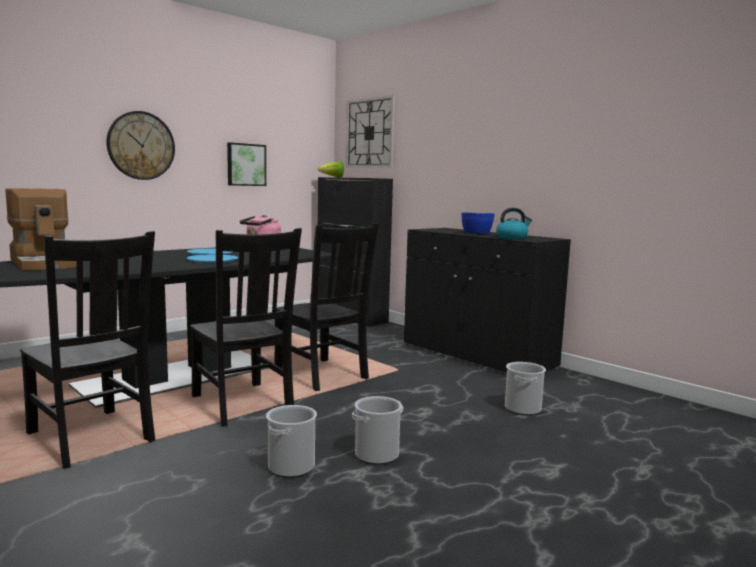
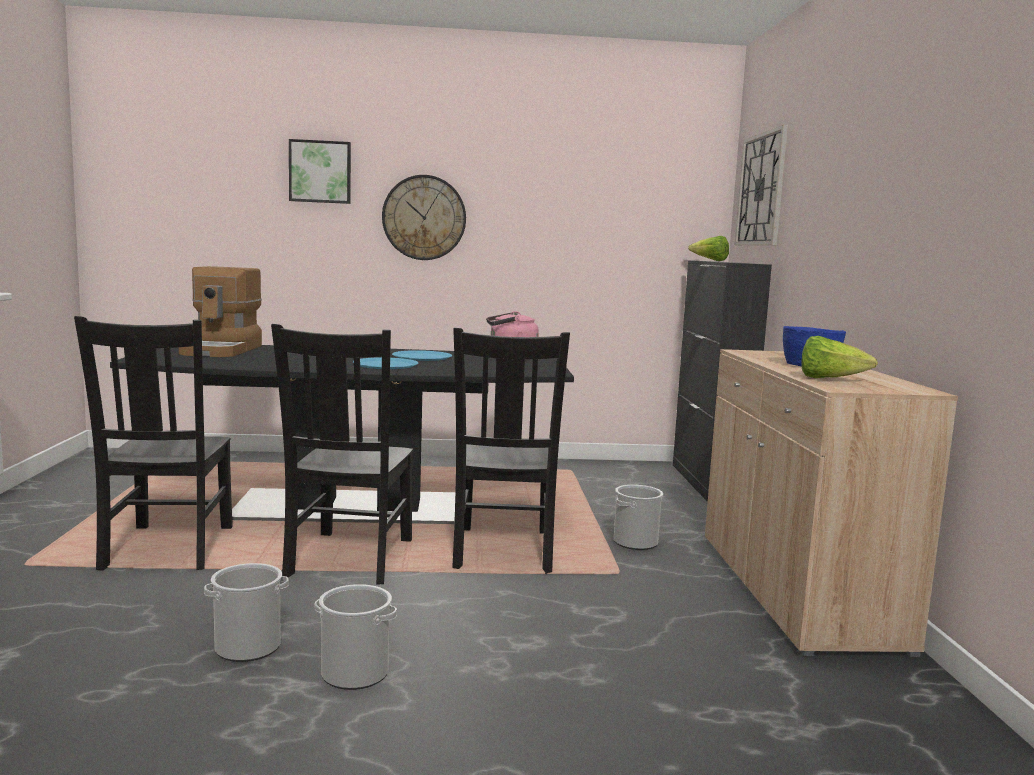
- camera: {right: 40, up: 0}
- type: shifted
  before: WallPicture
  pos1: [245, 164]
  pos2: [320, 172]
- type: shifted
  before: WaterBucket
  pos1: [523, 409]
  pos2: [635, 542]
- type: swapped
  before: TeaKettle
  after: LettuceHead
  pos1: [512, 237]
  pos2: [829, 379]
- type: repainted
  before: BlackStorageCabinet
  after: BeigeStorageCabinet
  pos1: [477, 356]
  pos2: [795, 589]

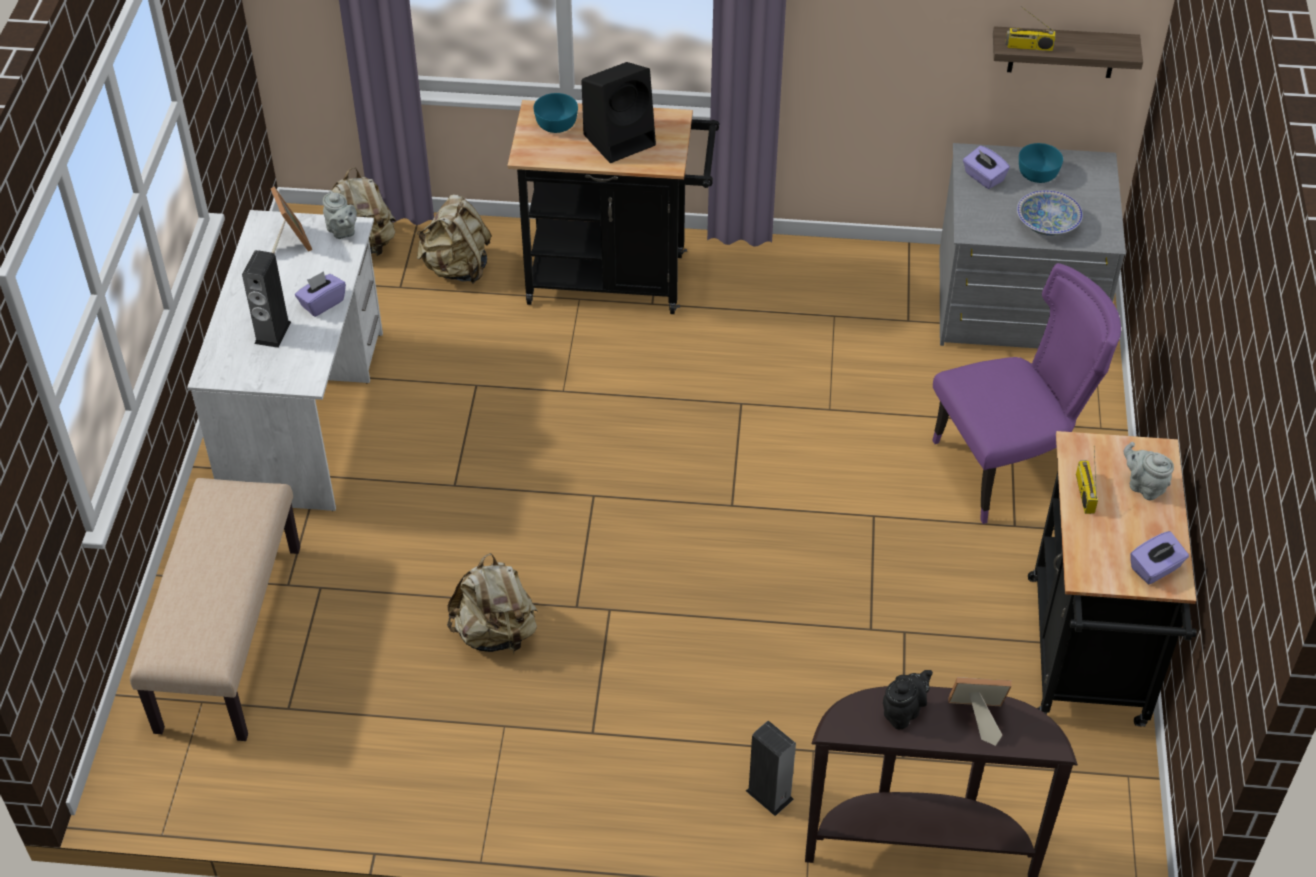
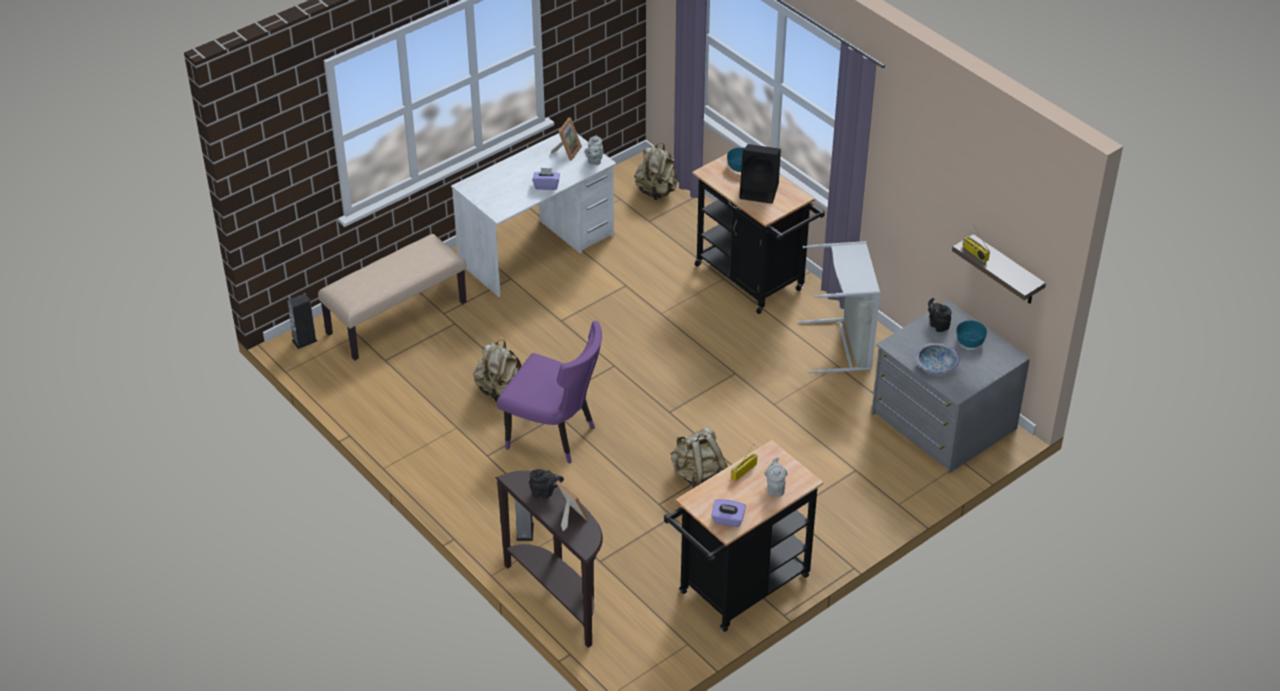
- camera: {right: 45, up: -5}
- type: new
  after: GreyishHamper
  pos2: [844, 346]
- type: shifted
  before: Loudspeaker
  pos1: [272, 332]
  pos2: [304, 340]
- type: shifted
  before: BeigeBackpack
  pos1: [457, 268]
  pos2: [697, 475]
- type: shifted
  before: PurplishPlainChair
  pos1: [1008, 467]
  pos2: [555, 436]
- type: swapped
  before: PurplishBoxOfTissues
  after: BlackTeaPot
  pos1: [983, 177]
  pos2: [938, 325]

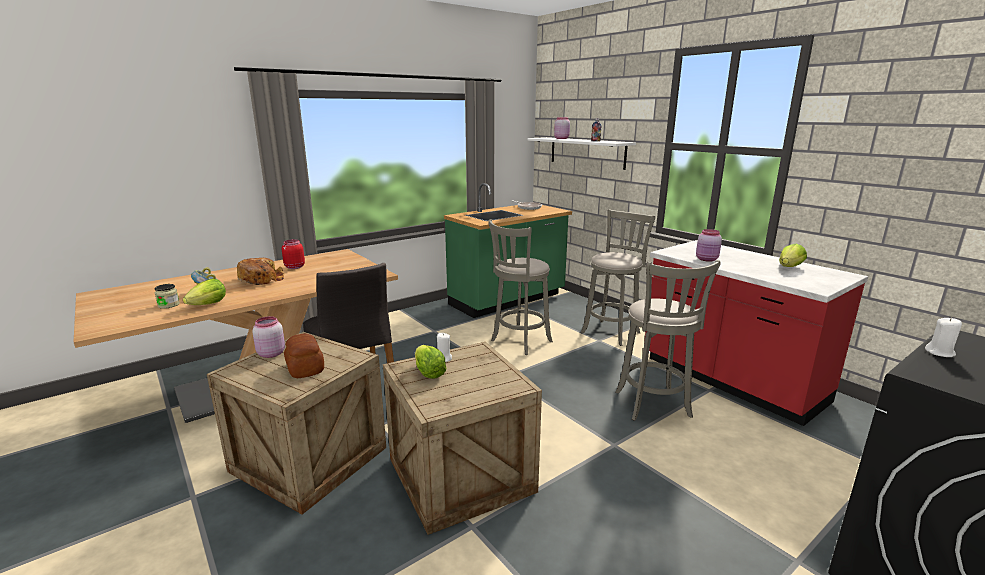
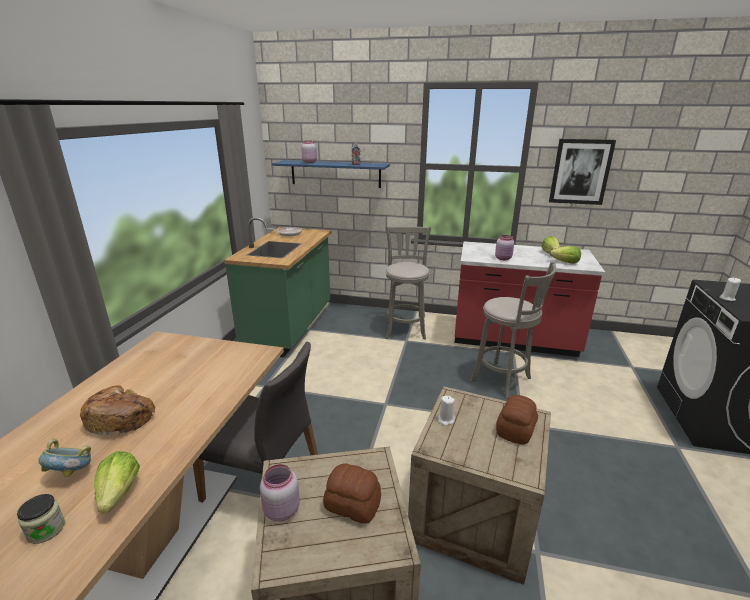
- camera: {right: -40, up: 5}
- type: gone
  before: RedColouredJar
  pos1: [294, 267]
- type: gone
  before: GreyishSittingStool
  pos1: [519, 342]
- type: new
  after: BakedBread
  pos2: [516, 429]
- type: new
  after: WallPicture
  pos2: [580, 172]
- type: shifted
  before: LettuceHead
  pos1: [429, 373]
  pos2: [565, 262]
- type: repainted
  before: WhiteWallShelf
  after: BlueWallShelf
  pos1: [587, 152]
  pos2: [335, 174]

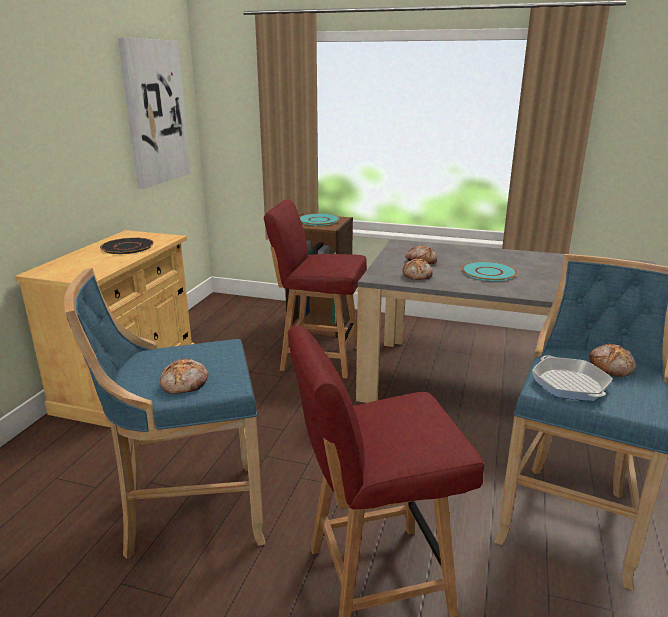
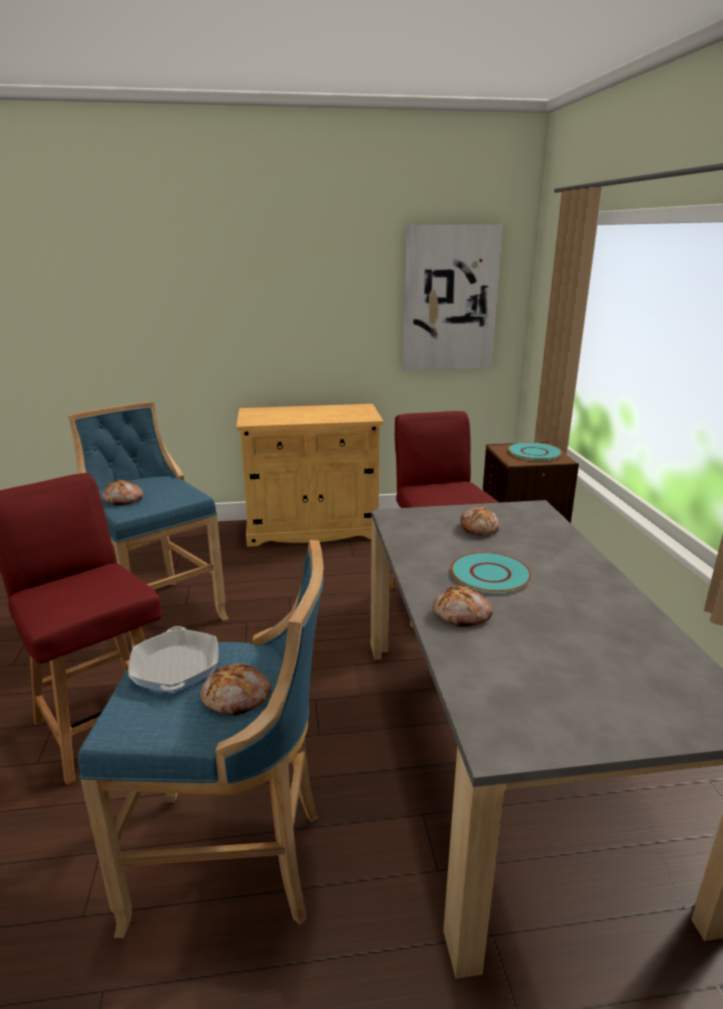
- camera: {right: 65, up: 0}
- type: gone
  before: BlackFlatDish
  pos1: [127, 247]
- type: shifted
  before: BakedBread
  pos1: [418, 275]
  pos2: [462, 615]
- type: rotated
  before: FryingPan
  pos1: [569, 384]
  pos2: [176, 667]
  turn: -60

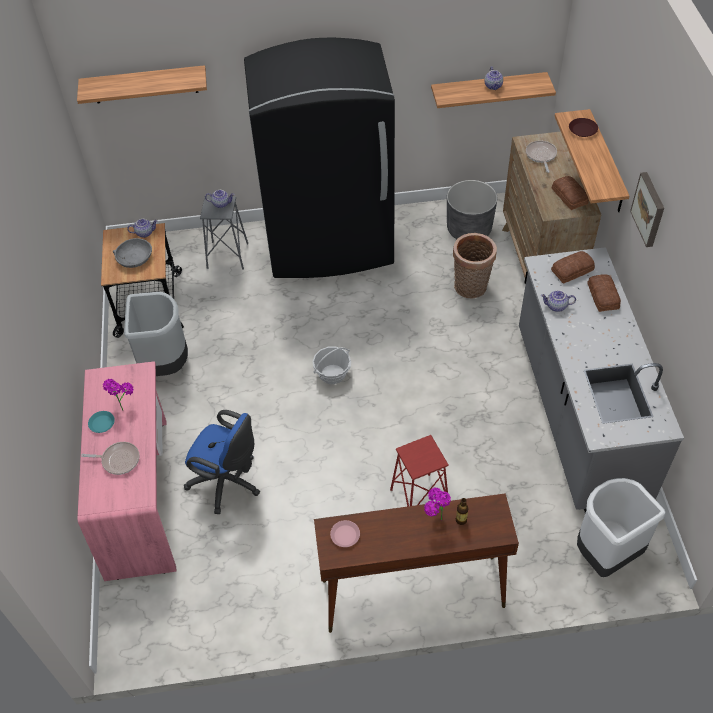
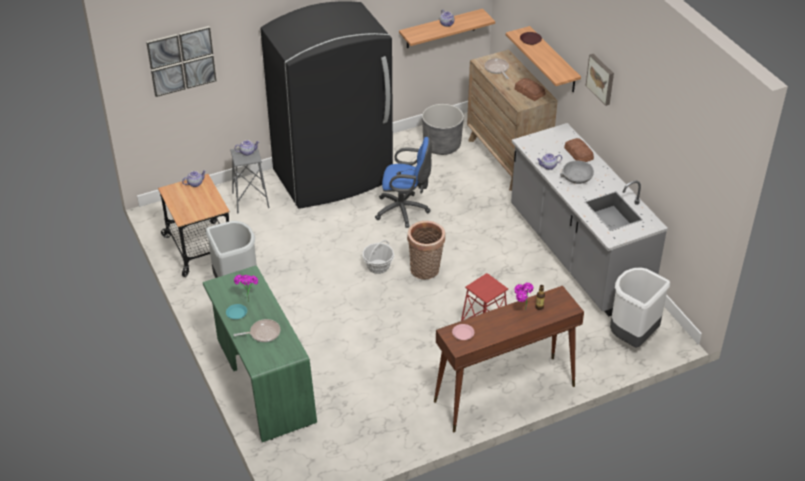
- camera: {right: -20, up: -10}
- type: gone
  before: BakedBread
  pos1: [573, 271]
- type: shifted
  before: GreyishDeepDish
  pos1: [134, 258]
  pos2: [577, 177]
- type: shifted
  before: BlueOfficeChair
  pos1: [228, 483]
  pos2: [404, 210]
- type: shifted
  before: Basket
  pos1: [471, 288]
  pos2: [425, 271]
- type: swapped
  before: WallShelf
  after: WallPicture
  pos1: [145, 84]
  pos2: [181, 61]
- type: repainted
  before: PinkDesk
  after: GreenDesk
  pos1: [141, 496]
  pos2: [262, 381]

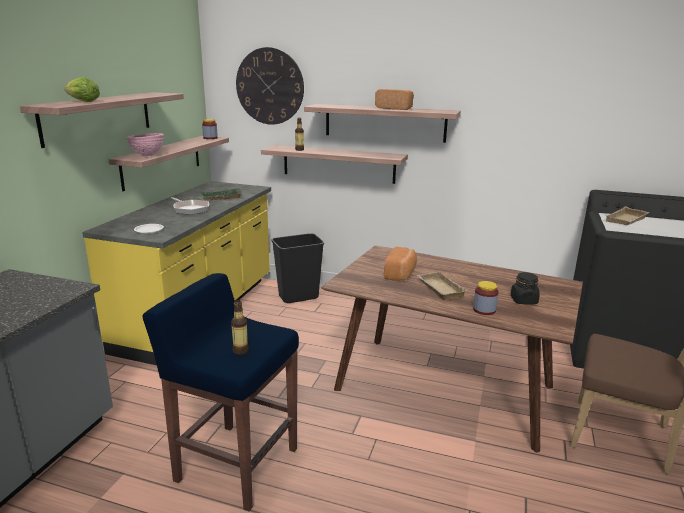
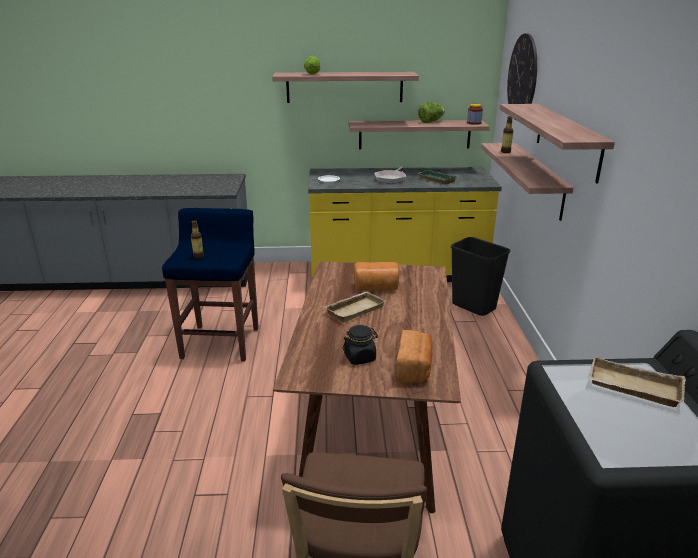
- camera: {right: 70, up: 5}
- type: gone
  before: PinkDeepDish
  pos1: [147, 155]
- type: gone
  before: Jar
  pos1: [484, 310]
- type: new
  after: LettuceHead
  pos2: [430, 122]
- type: shifted
  before: BakedBread
  pos1: [395, 108]
  pos2: [414, 369]

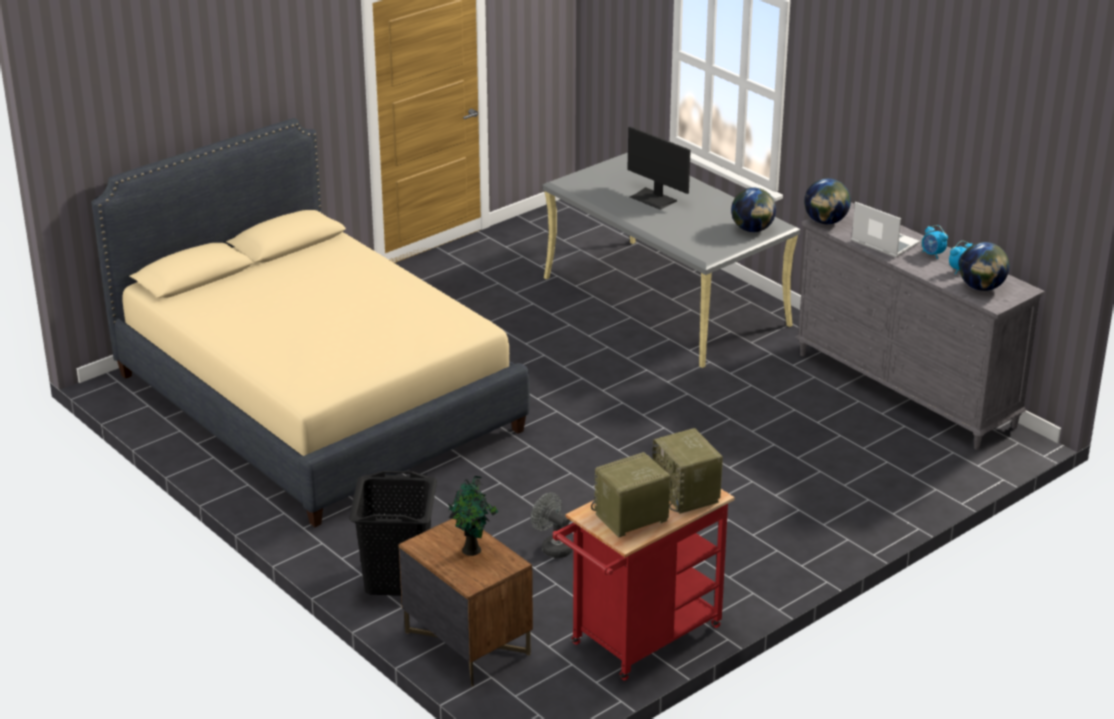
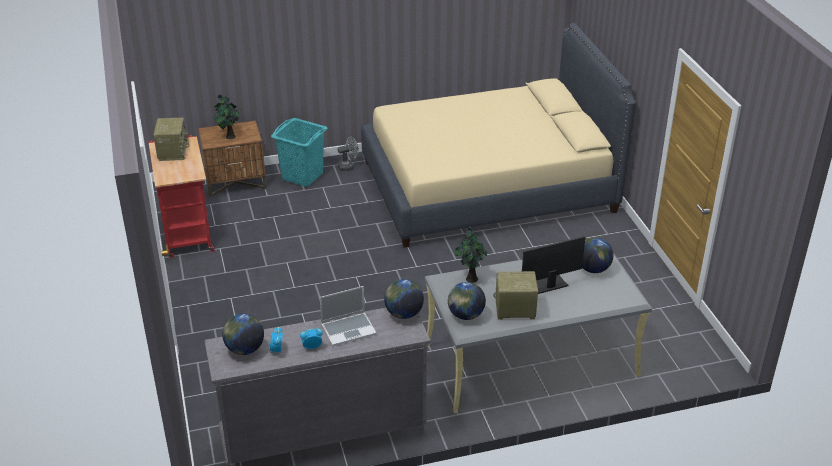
- camera: {right: 115, up: 5}
- type: new
  after: PottedPlant
  pos2: [470, 278]
- type: new
  after: WorldGlobe
  pos2: [593, 269]
- type: shifted
  before: GreyishElectricFan
  pos1: [553, 547]
  pos2: [348, 166]
- type: shifted
  before: RadioSet
  pos1: [687, 494]
  pos2: [514, 310]
- type: repainted
  before: BlackHamper
  after: TurquoiseHamper
  pos1: [396, 578]
  pos2: [302, 176]

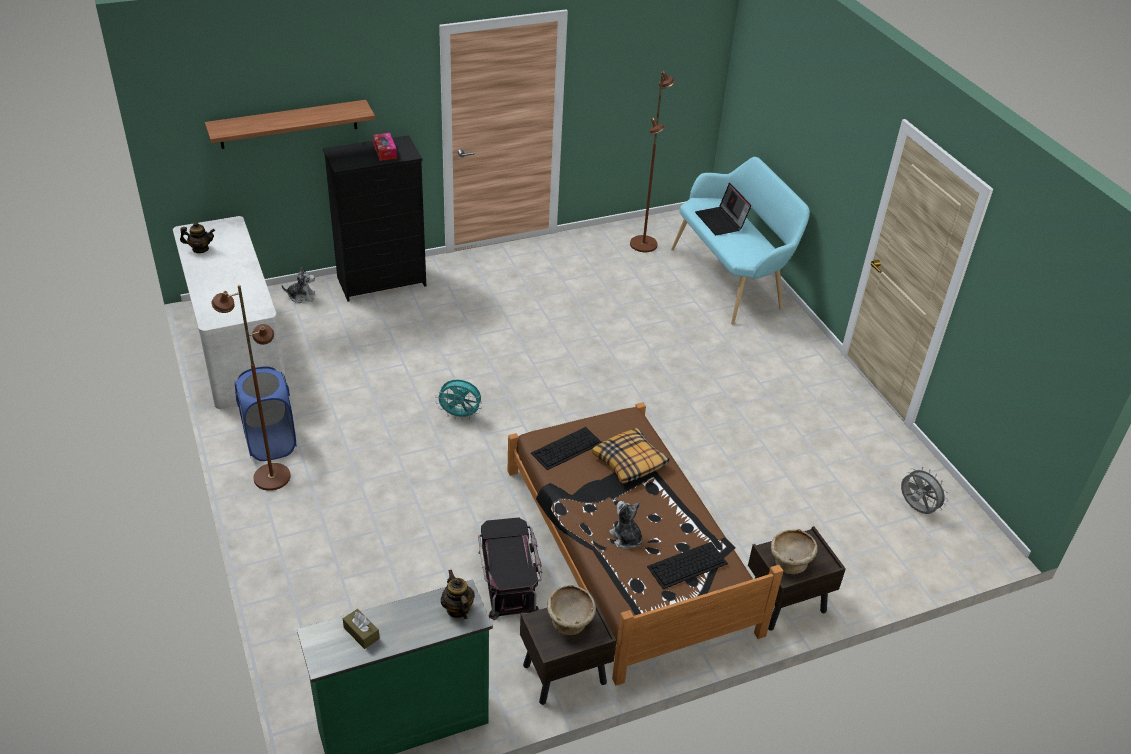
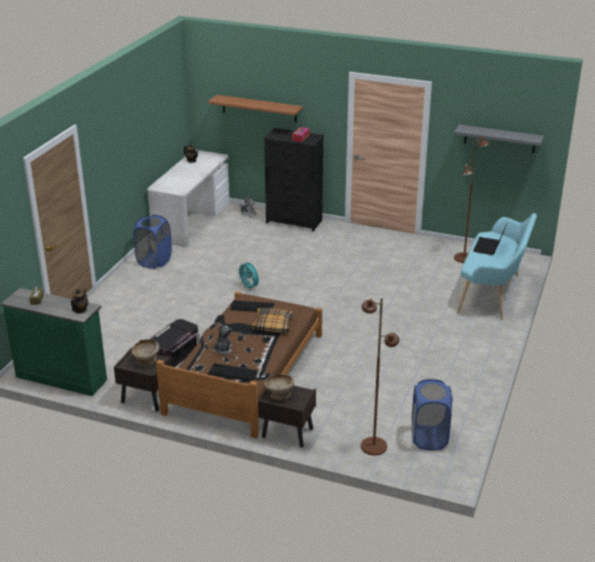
- camera: {right: 45, up: -10}
- type: new
  after: GreyishWallShelf
  pos2: [499, 138]
- type: shifted
  before: BrownStandingLamp
  pos1: [271, 477]
  pos2: [373, 446]
- type: swapped
  before: GreyishElectricFan
  after: BlueHamper
  pos1: [916, 509]
  pos2: [429, 438]

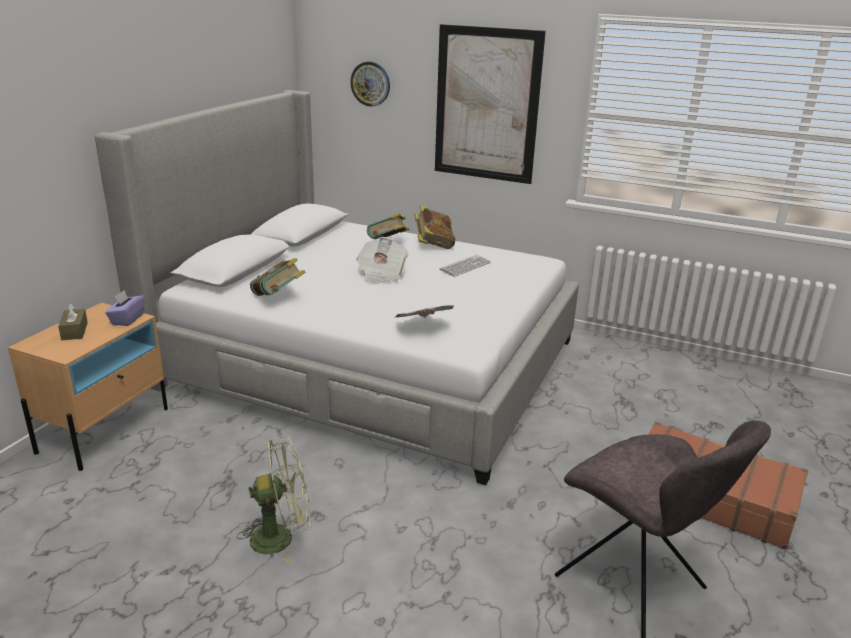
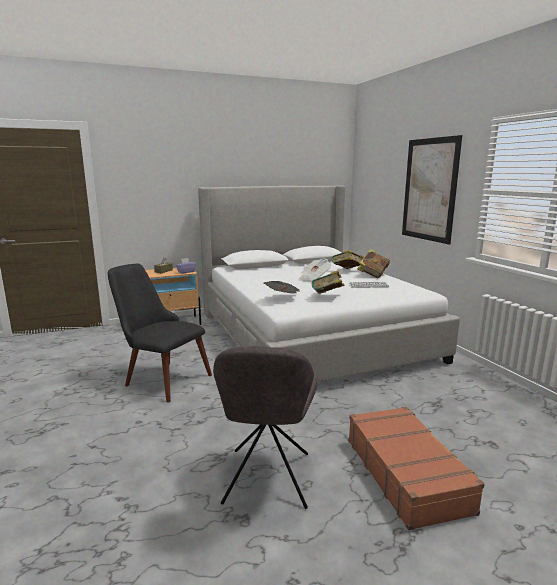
- camera: {right: 45, up: -10}
- type: gone
  before: WallClock
  pos1: [370, 84]
- type: shifted
  before: Volume
  pos1: [278, 298]
  pos2: [328, 296]
- type: swapped
  before: GreenElectricFan
  after: BlackPlainChair
  pos1: [281, 537]
  pos2: [160, 378]

